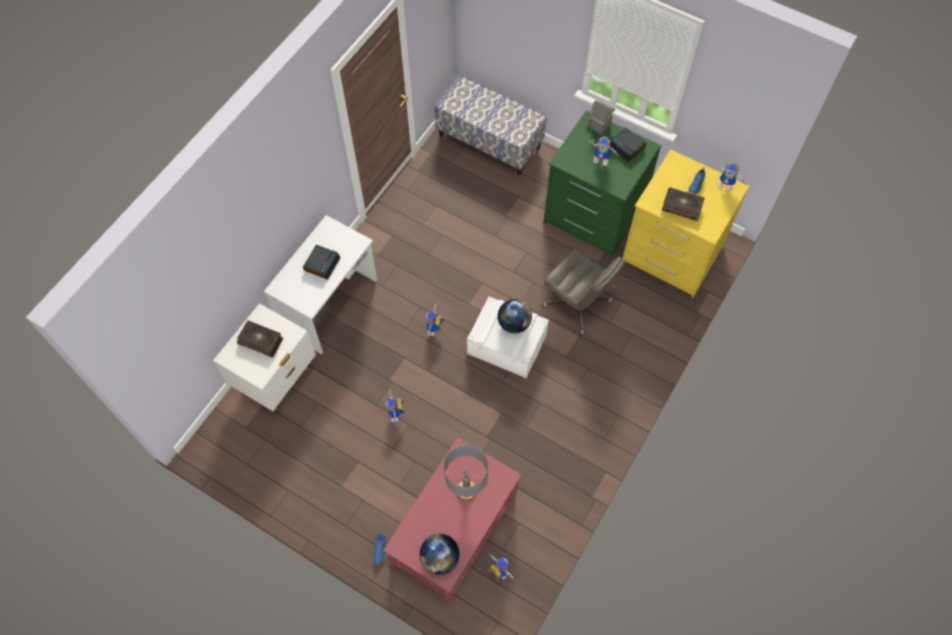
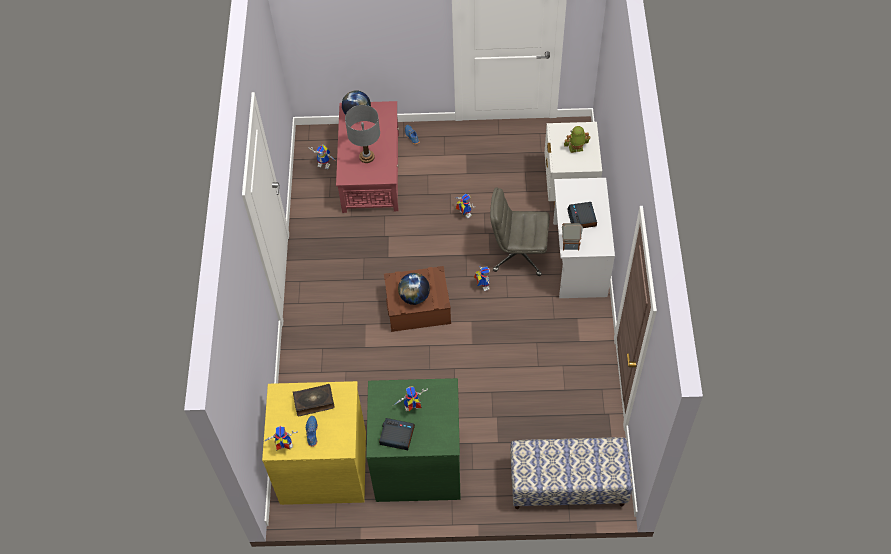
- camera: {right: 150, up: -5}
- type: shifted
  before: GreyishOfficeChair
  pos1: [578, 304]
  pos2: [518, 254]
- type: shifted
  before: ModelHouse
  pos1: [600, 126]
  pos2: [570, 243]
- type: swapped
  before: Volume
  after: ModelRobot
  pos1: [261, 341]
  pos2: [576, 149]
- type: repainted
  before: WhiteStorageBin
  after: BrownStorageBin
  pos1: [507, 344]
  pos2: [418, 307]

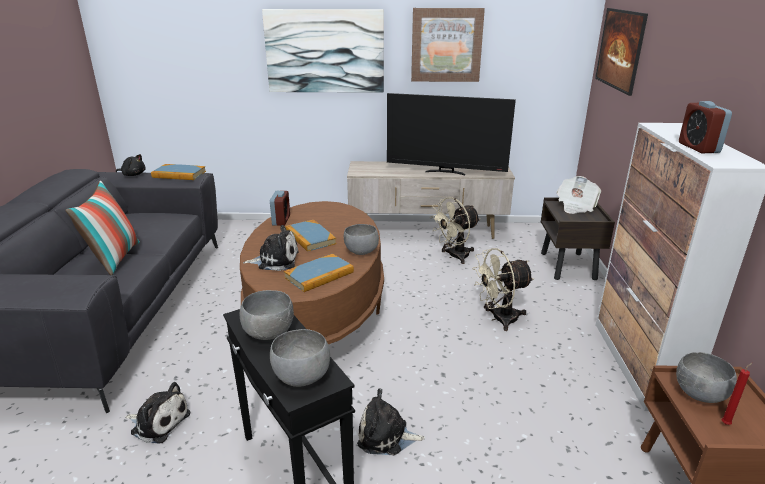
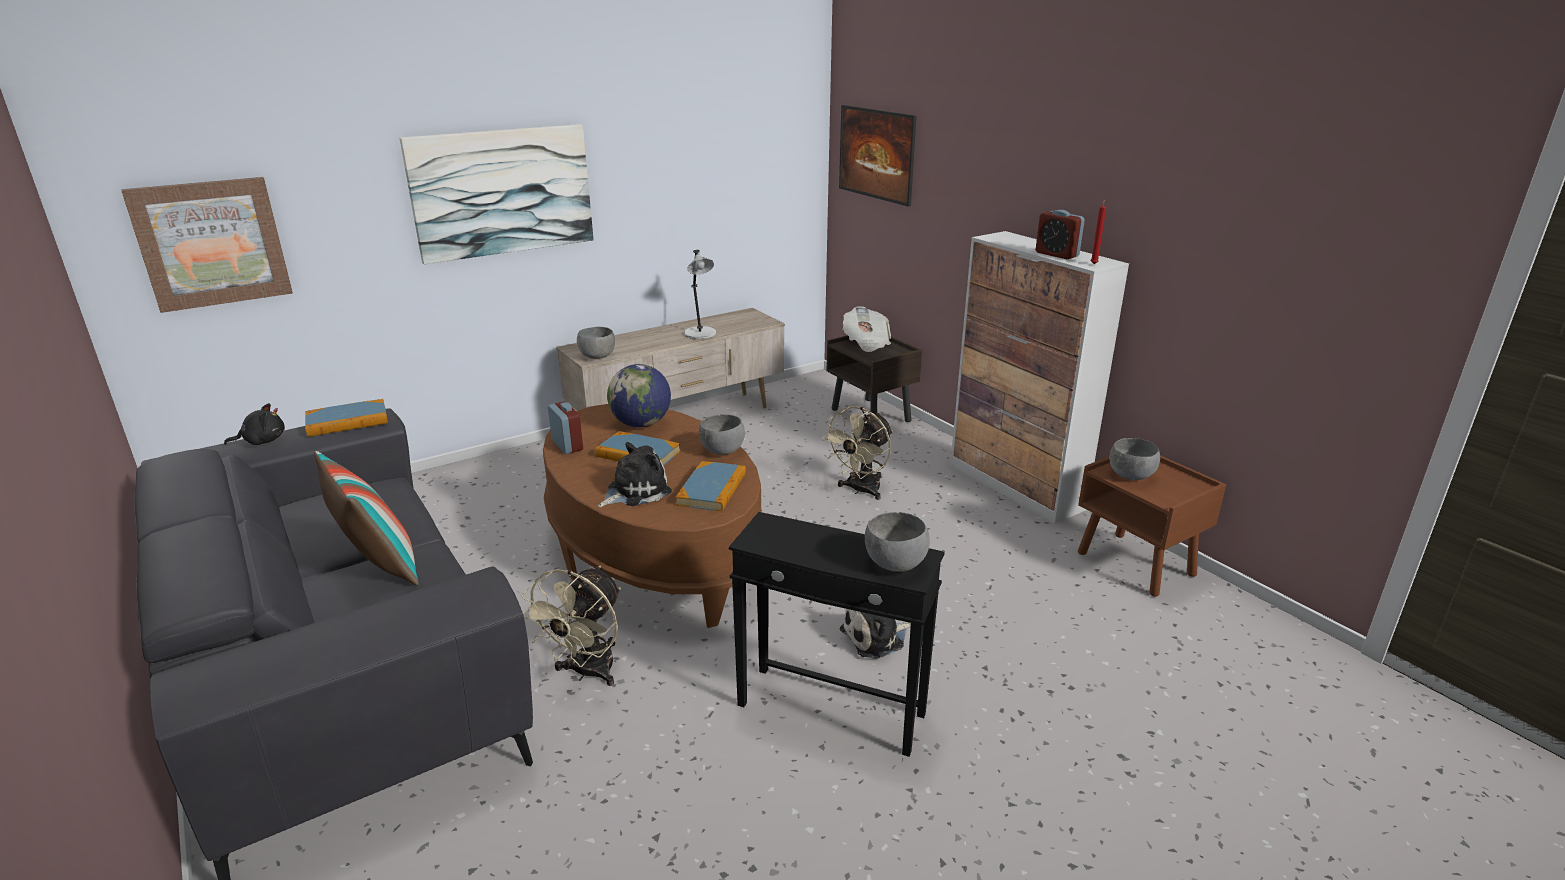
- camera: {right: -35, up: 0}
- type: gone
  before: SoftToy
  pos1: [158, 422]
- type: new
  after: WorldGlobe
  pos2: [641, 424]
- type: shifted
  before: GreyishDeepDish
  pos1: [269, 332]
  pos2: [597, 356]
- type: shifted
  before: WallPicture
  pos1: [446, 45]
  pos2: [211, 243]
- type: shifted
  before: BeigeElectricFan
  pos1: [454, 256]
  pos2: [586, 673]
- type: shifted
  before: RedColouredWaxCandle
  pos1: [726, 423]
  pos2: [1094, 264]
- type: swapped
  before: Television
  after: GreyishLampForATable
  pos1: [446, 172]
  pos2: [700, 334]

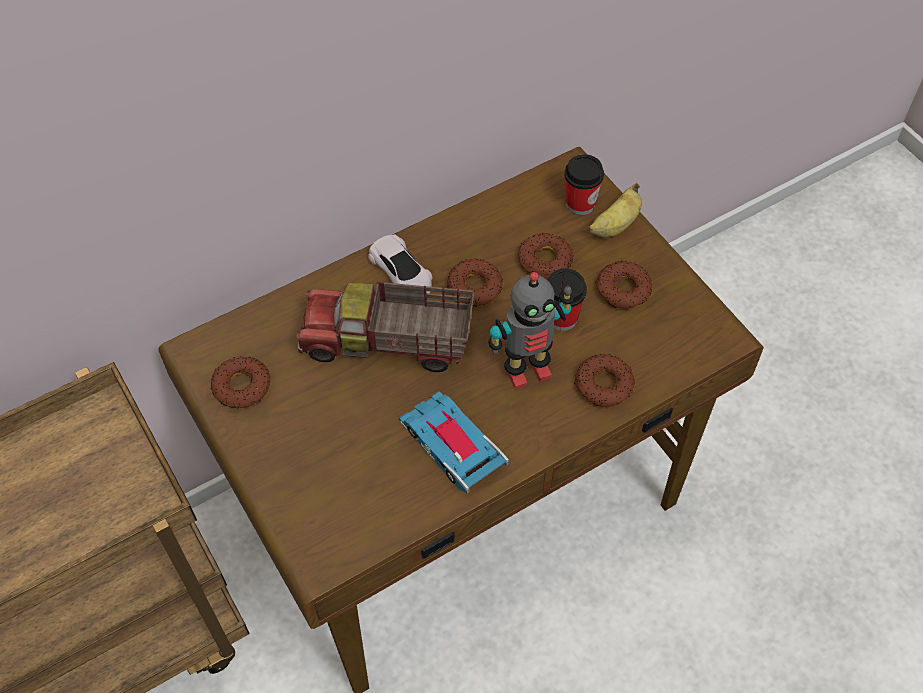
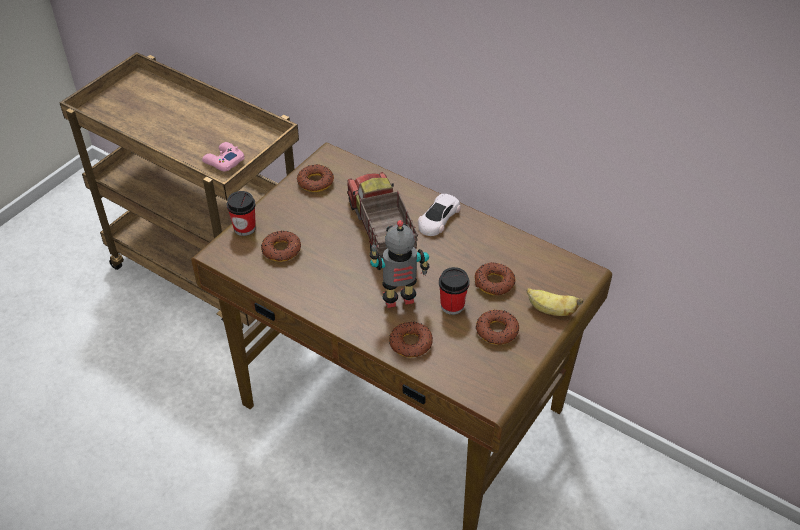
- camera: {right: 65, up: -10}
- type: gone
  before: ModelCar
  pos1: [452, 445]
- type: new
  after: PinkGamepad
  pos2: [223, 161]
- type: shifted
  before: RingDoughnut
  pos1: [474, 287]
  pos2: [281, 250]
- type: shifted
  before: Cup
  pos1: [580, 203]
  pos2: [244, 228]
- type: rotated
  before: ModelRobot
  pos1: [527, 370]
  pos2: [399, 301]
  turn: 120

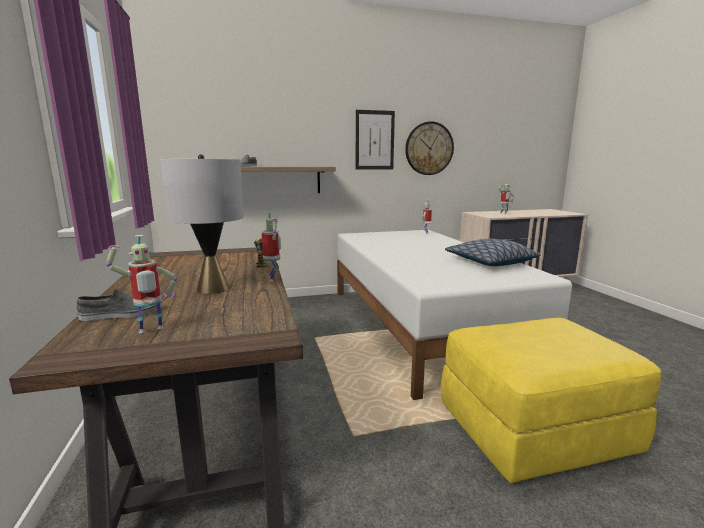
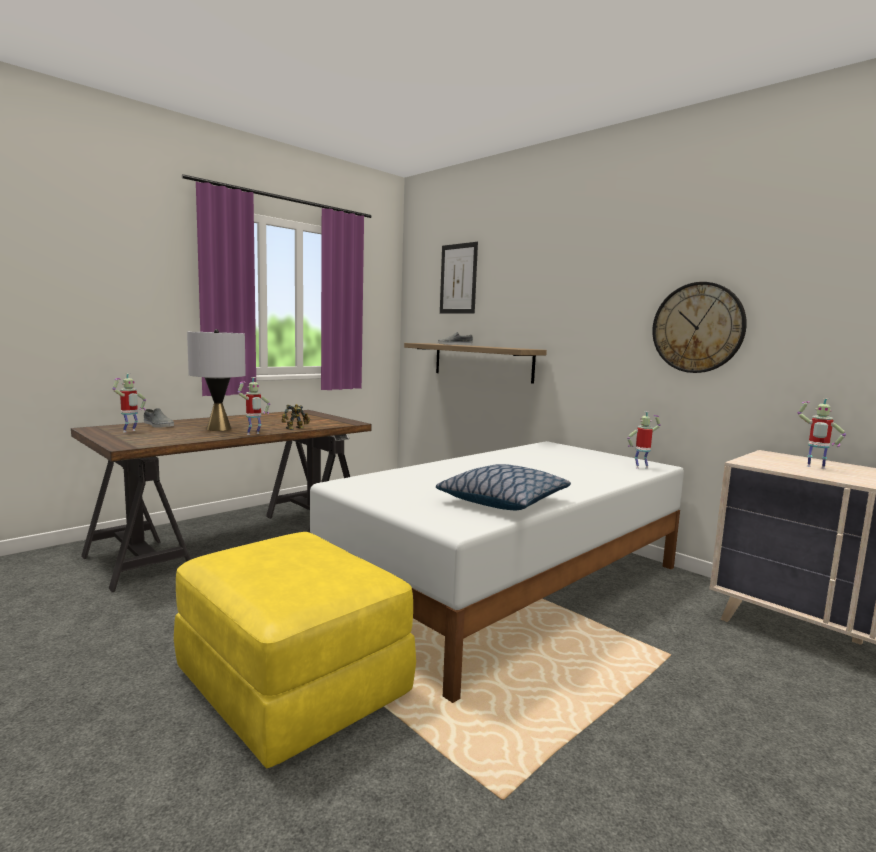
- camera: {right: 60, up: -5}
- type: shifted
  before: WallPicture
  pos1: [374, 140]
  pos2: [458, 279]
- type: rotated
  before: ModelRobot
  pos1: [151, 331]
  pos2: [130, 431]
  turn: -90

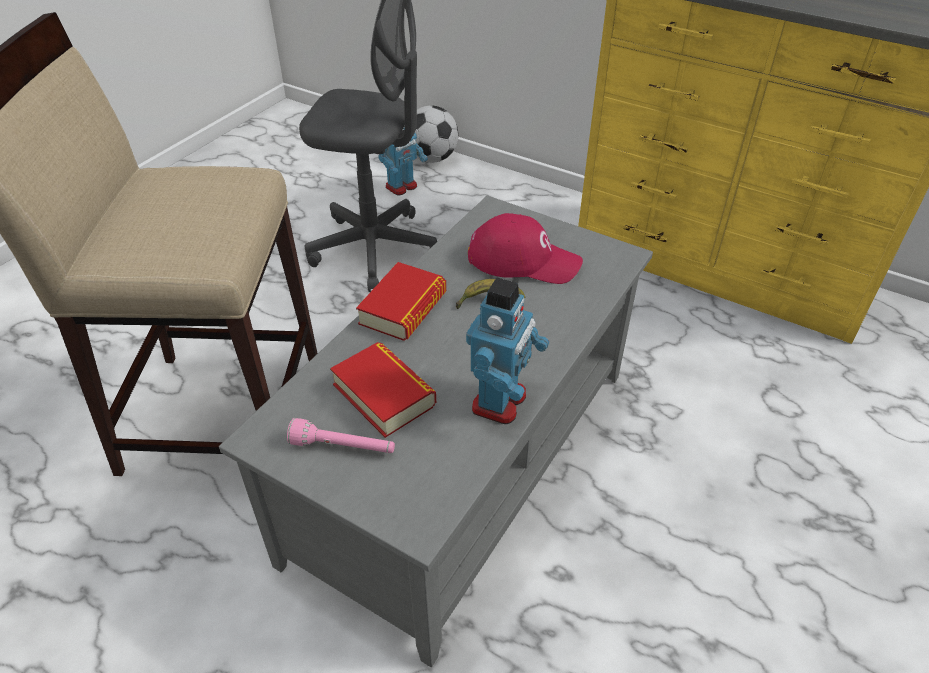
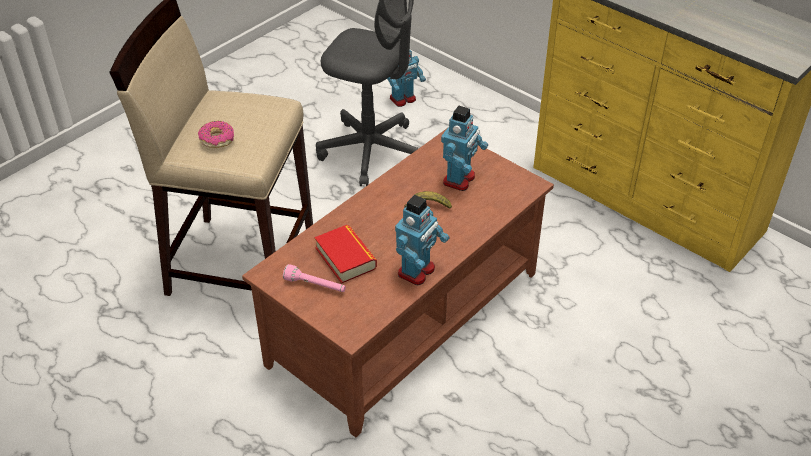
- camera: {right: 10, up: 0}
- type: gone
  before: Volume
  pos1: [403, 308]
- type: gone
  before: FootballBall
  pos1: [431, 158]
- type: new
  after: RingDoughnut
  pos2: [217, 139]
- type: swapped
  before: RedColouredCap
  after: ModelRobot
  pos1: [523, 260]
  pos2: [459, 180]
- type: repainted
  before: GreyishLoungeTable
  after: BrownLoungeTable
  pos1: [462, 460]
  pos2: [404, 316]

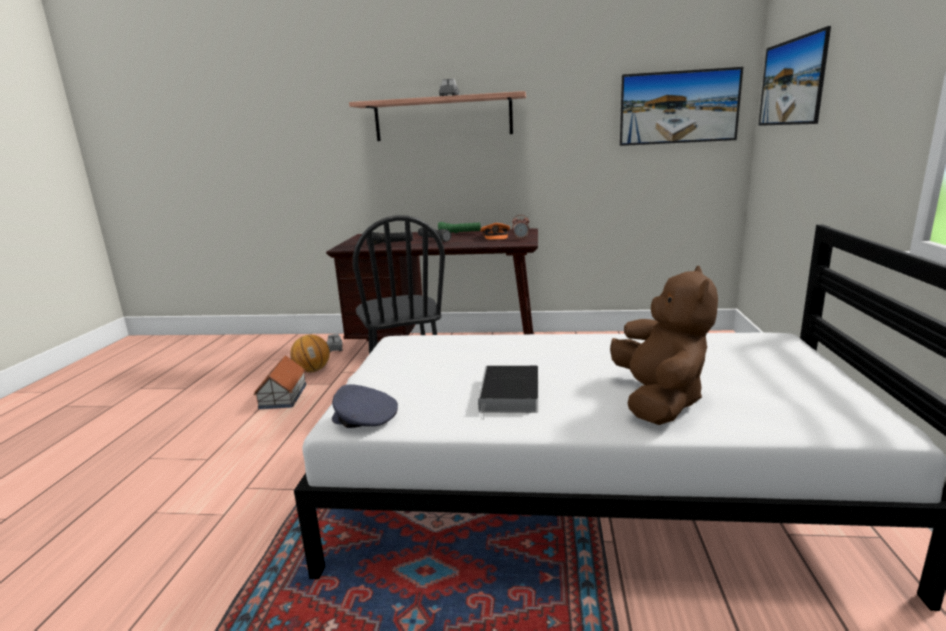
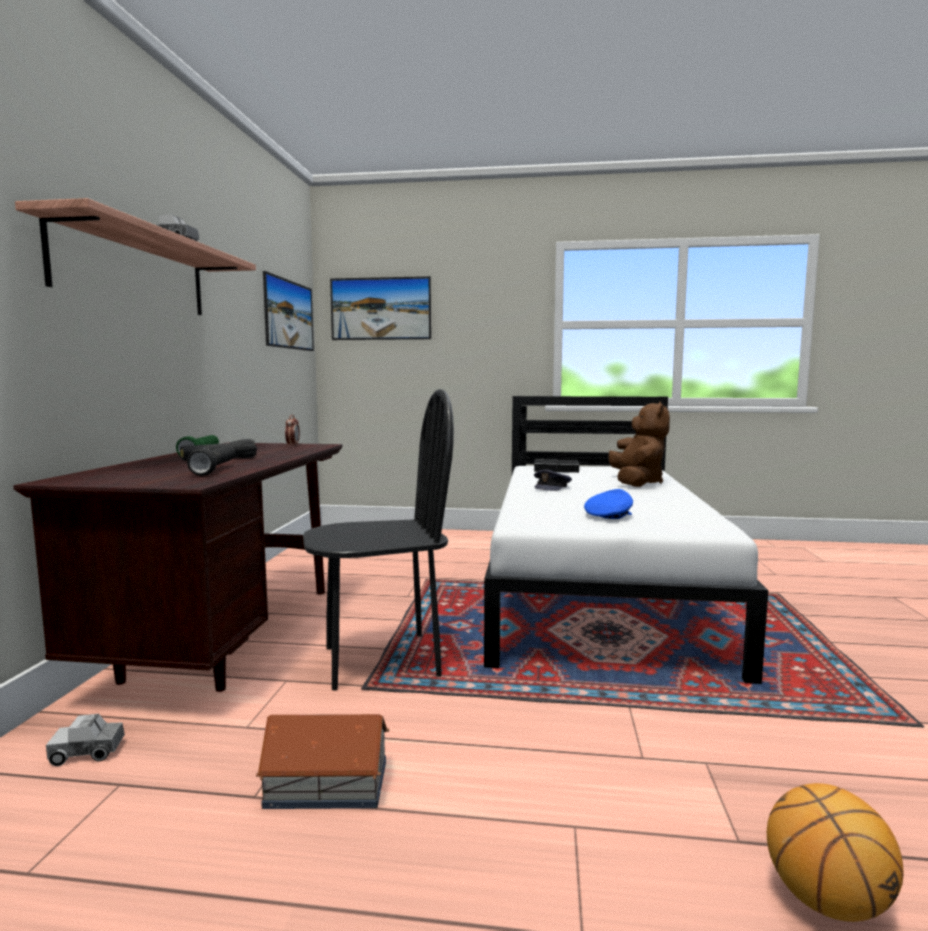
- camera: {right: -90, up: -10}
- type: gone
  before: OrangeColouredCap
  pos1: [495, 237]
- type: new
  after: BlueCap
  pos2: [608, 516]
- type: shifted
  before: BasketballBall
  pos1: [312, 370]
  pos2: [826, 901]
- type: shifted
  before: GreyishCap
  pos1: [364, 419]
  pos2: [552, 487]
- type: shifted
  before: Volume
  pos1: [510, 395]
  pos2: [557, 469]
- type: rotated
  before: BrownSoftToy
  pos1: [658, 401]
  pos2: [637, 483]
  turn: 90

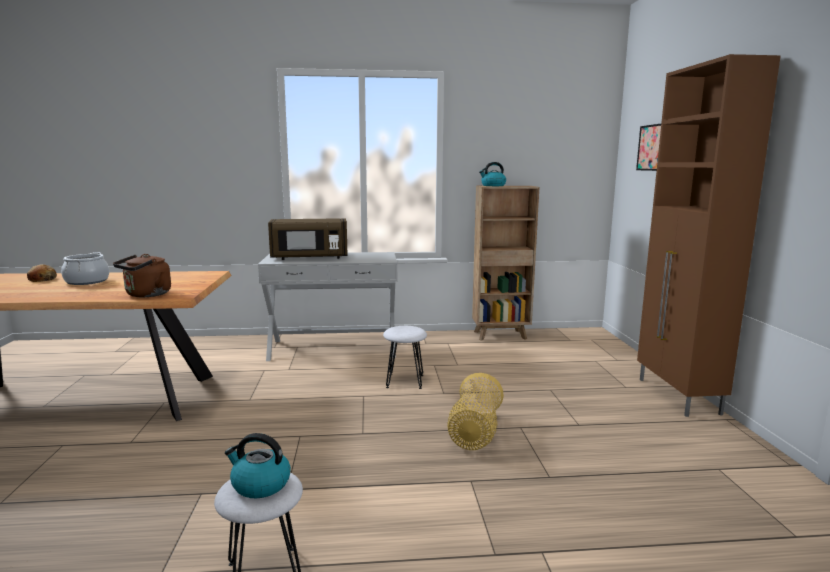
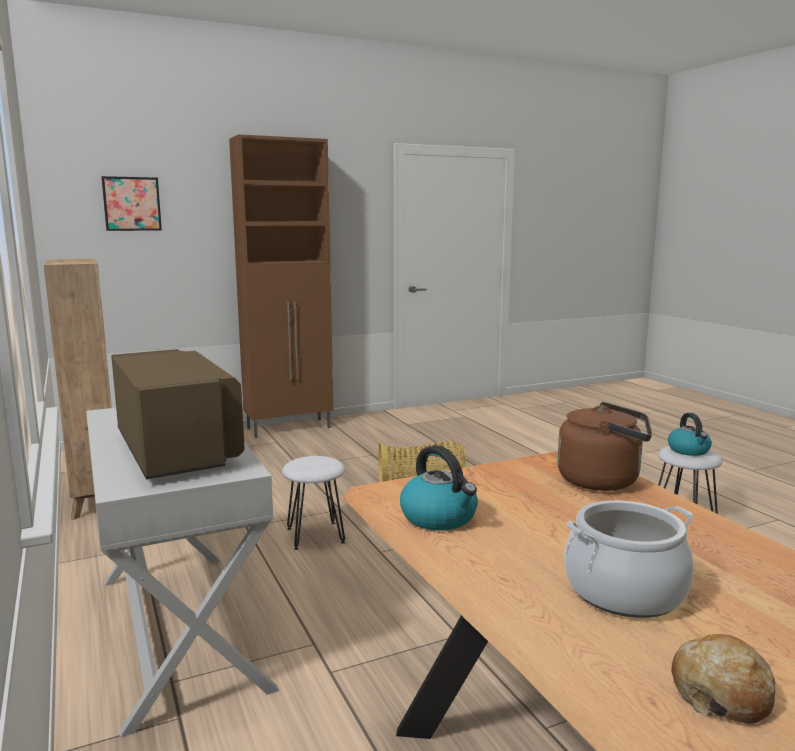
- camera: {right: -110, up: 0}
- type: shifted
  before: TeaKettle
  pos1: [493, 186]
  pos2: [440, 518]

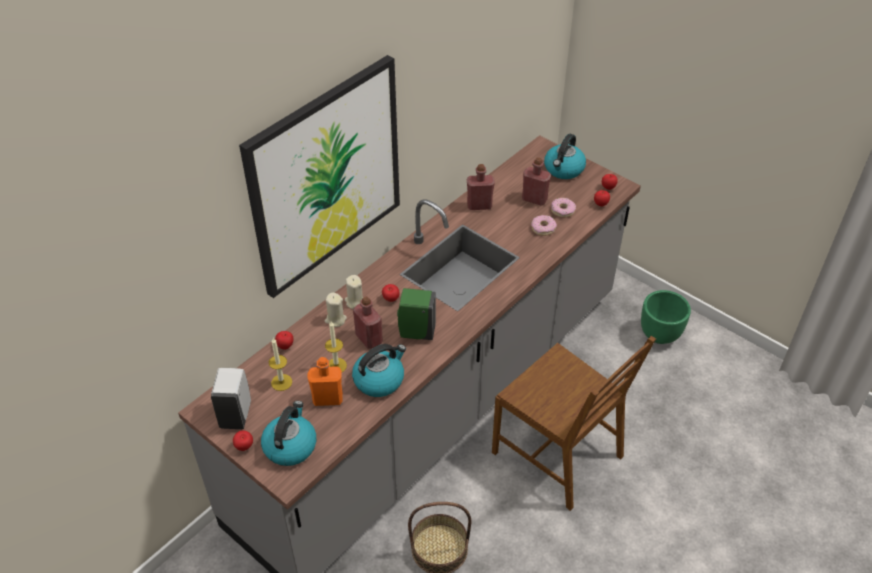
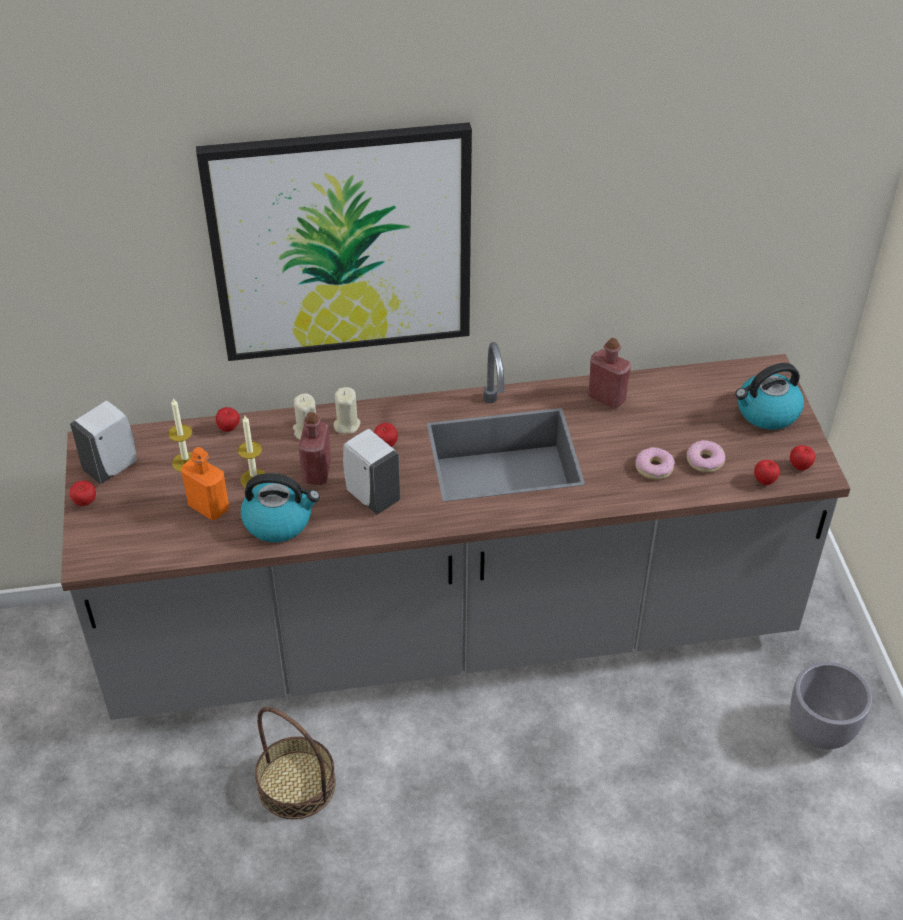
- camera: {right: 40, up: 0}
- type: gone
  before: TeaKettle
  pos1: [290, 446]
- type: gone
  before: BrownPlainChair
  pos1: [559, 454]
- type: gone
  before: RedColouredBottle
  pos1: [534, 199]
- type: repainted
  before: GreenLiquidSoapBottle
  after: WhiteLiquidSoapBottle
  pos1: [415, 332]
  pos2: [371, 496]
- type: repainted
  before: GreenPlanter
  after: GreyishPlanter
  pos1: [660, 335]
  pos2: [821, 731]

